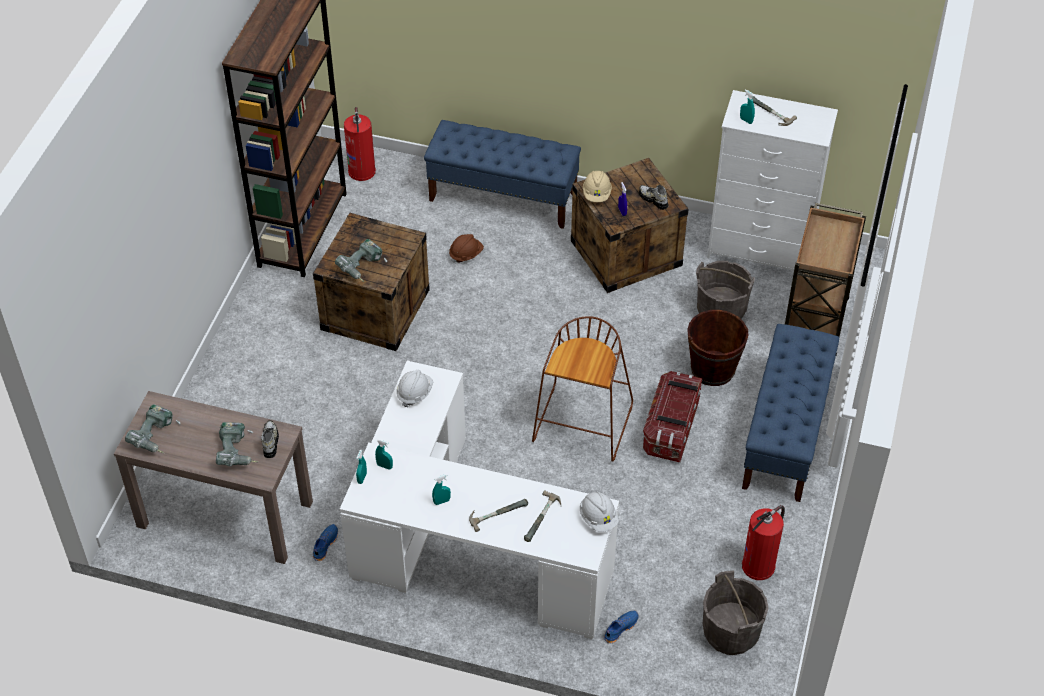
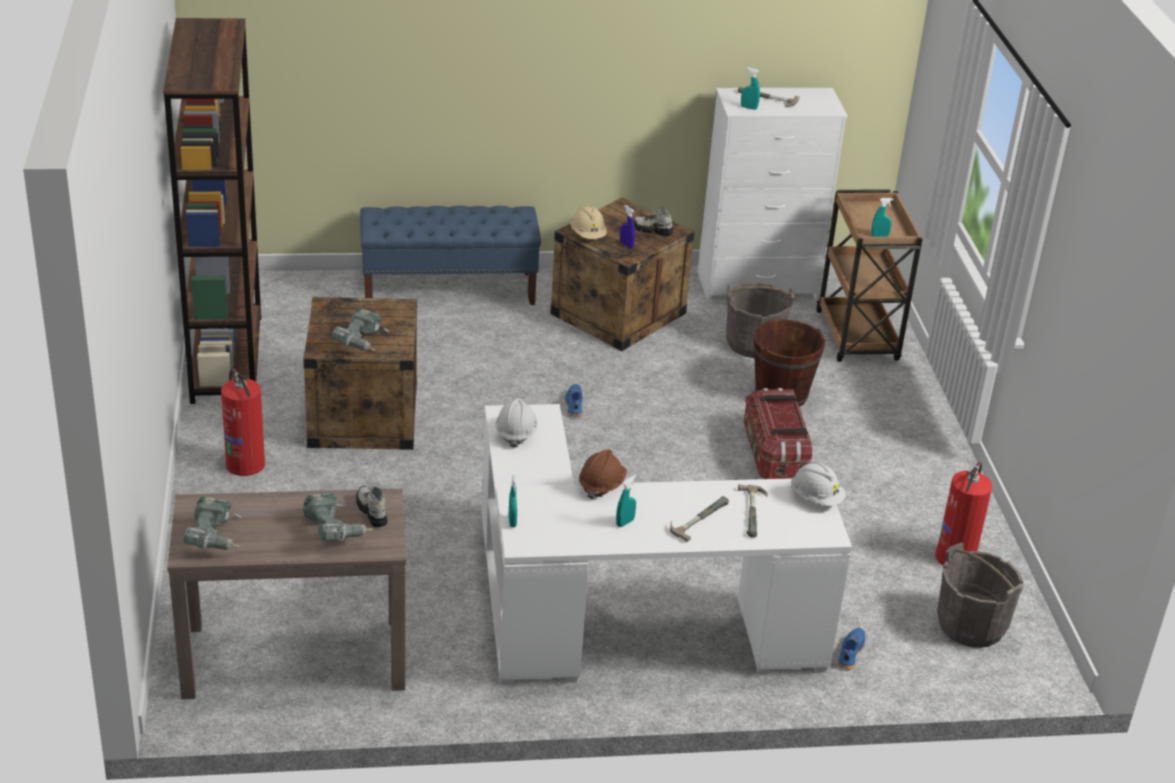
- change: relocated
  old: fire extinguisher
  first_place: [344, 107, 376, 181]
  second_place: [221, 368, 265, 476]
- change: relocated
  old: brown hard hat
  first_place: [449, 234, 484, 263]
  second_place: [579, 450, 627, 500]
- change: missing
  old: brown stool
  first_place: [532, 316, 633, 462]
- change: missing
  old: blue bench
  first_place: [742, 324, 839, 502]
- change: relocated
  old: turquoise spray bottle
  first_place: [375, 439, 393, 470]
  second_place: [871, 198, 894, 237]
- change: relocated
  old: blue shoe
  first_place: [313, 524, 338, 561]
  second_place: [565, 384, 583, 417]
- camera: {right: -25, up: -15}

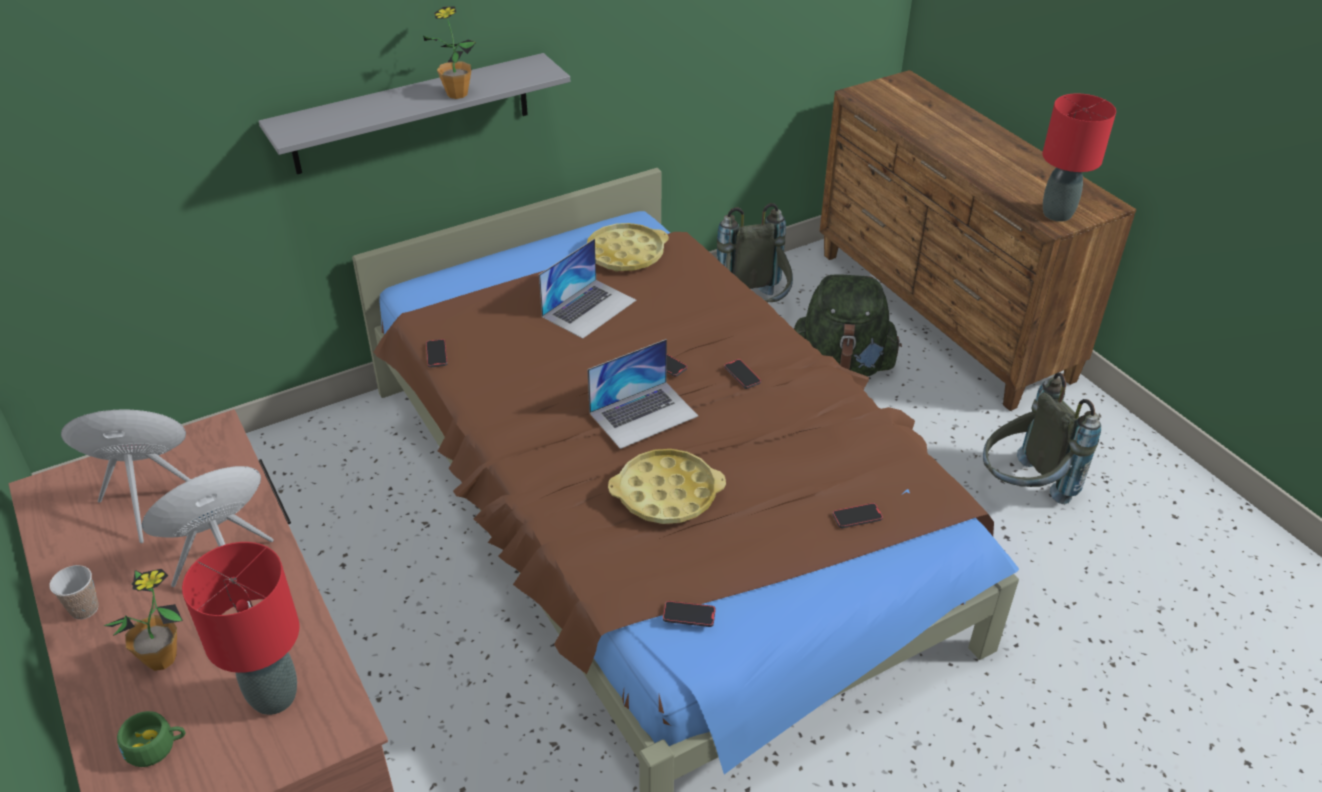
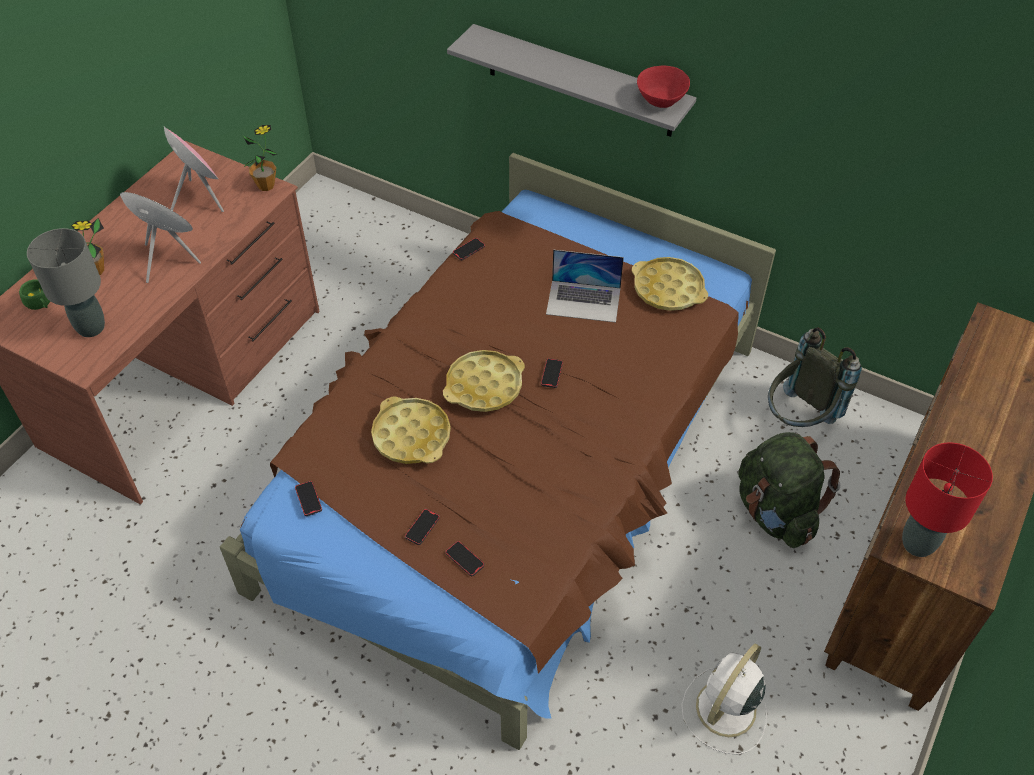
- change: relocated
  old: potted plant
  first_place: [423, 6, 476, 99]
  second_place: [243, 125, 277, 191]
- change: exchanged
  old: laptop
  new: yellow tray
  first_place: [587, 339, 698, 449]
  second_place: [443, 350, 525, 412]
- change: relocated
  old: phone
  first_place: [724, 359, 761, 389]
  second_place: [405, 509, 440, 545]
- change: exchanged
  old: grey backpack
  new: white fan
  first_place: [983, 372, 1101, 504]
  second_place: [681, 644, 767, 754]
- change: colour
  old: red table lamp
  new: grey table lamp
  first_place: [182, 542, 300, 715]
  second_place: [27, 228, 105, 337]
- change: missing
  old: cup
  first_place: [49, 565, 98, 619]
- change: appeared
  new: red bowl
  second_place: [637, 66, 690, 108]
- camera: {right: 60, up: 10}

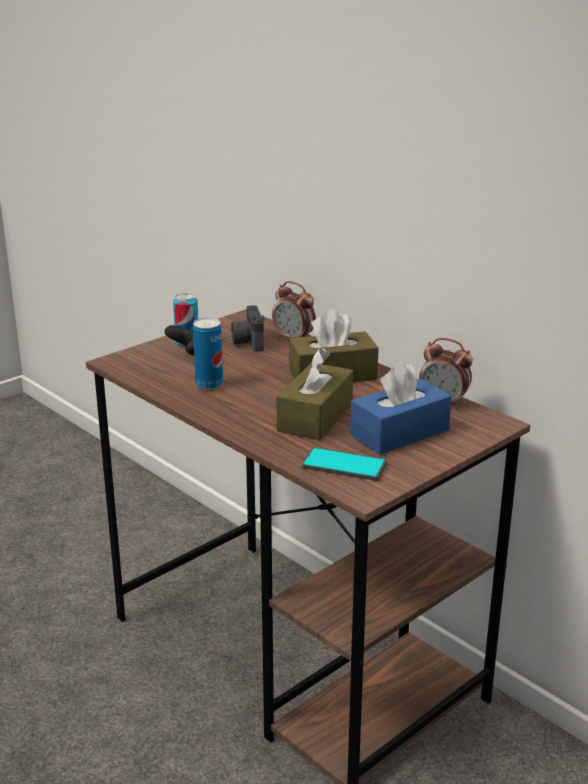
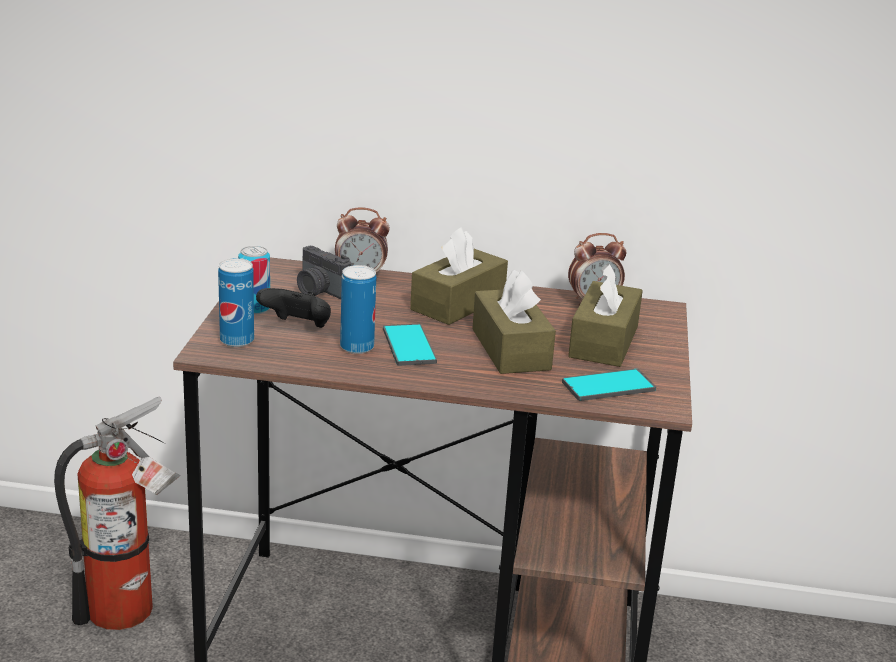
- change: colour
  old: blue tissue box
  new: brown tissue box
  first_place: [350, 361, 452, 454]
  second_place: [568, 263, 643, 367]
- change: appeared
  new: can
  second_place: [218, 258, 254, 347]
- change: appeared
  new: phone
  second_place: [383, 324, 437, 366]
- change: appeared
  new: fire extinguisher
  second_place: [54, 397, 180, 630]
- camera: {right: -40, up: 0}

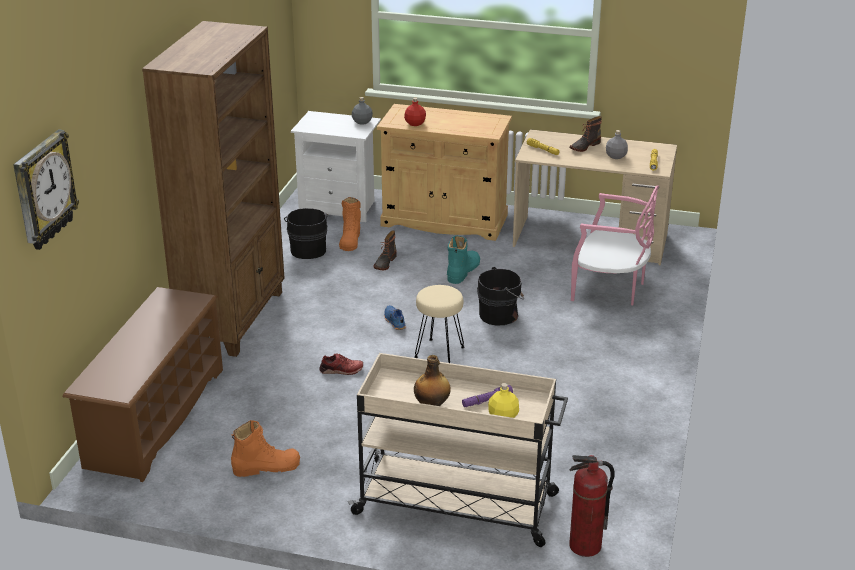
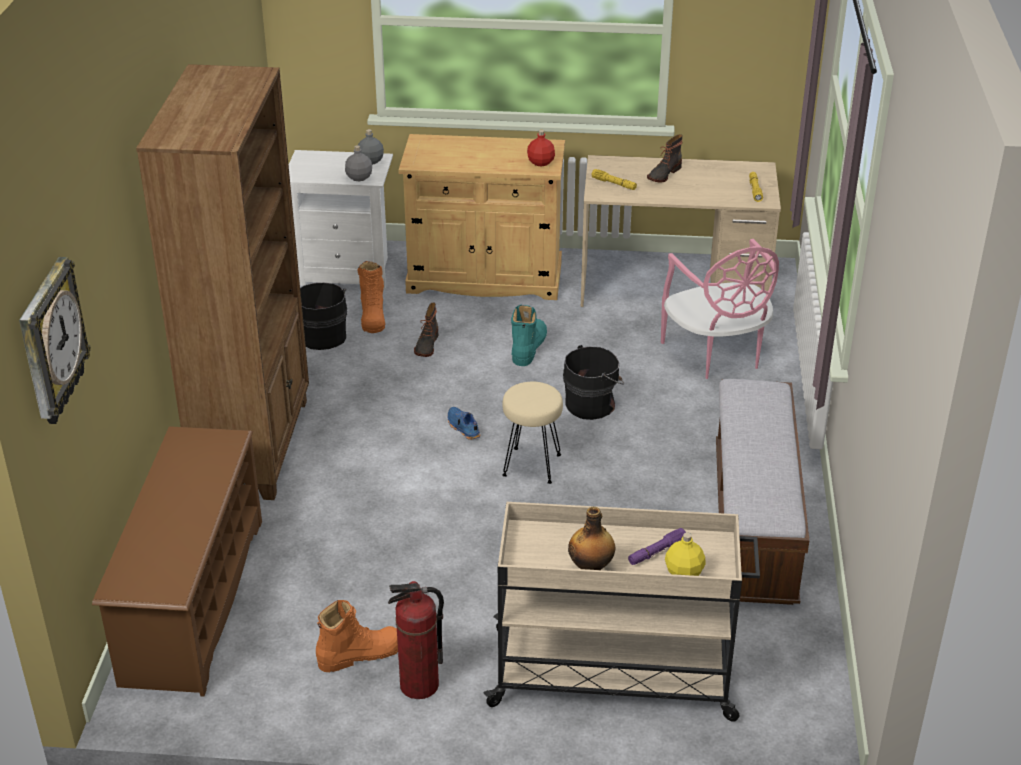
- change: relocated
  old: red bottle
  first_place: [404, 98, 426, 126]
  second_place: [527, 130, 555, 167]
- change: relocated
  old: grey bottle
  first_place: [606, 130, 628, 159]
  second_place: [345, 145, 372, 181]
- change: spun
  old: pink chair
  first_place: [571, 185, 659, 305]
  second_place: [661, 239, 779, 379]
  degrees: 60
- change: missing
  old: red shoe
  first_place: [319, 354, 363, 375]
- change: relocated
  old: fire extinguisher
  first_place: [569, 455, 615, 557]
  second_place: [388, 581, 444, 699]
- change: appeared
  new: bench
  second_place: [716, 379, 809, 605]
- camera: {right: -10, up: 5}

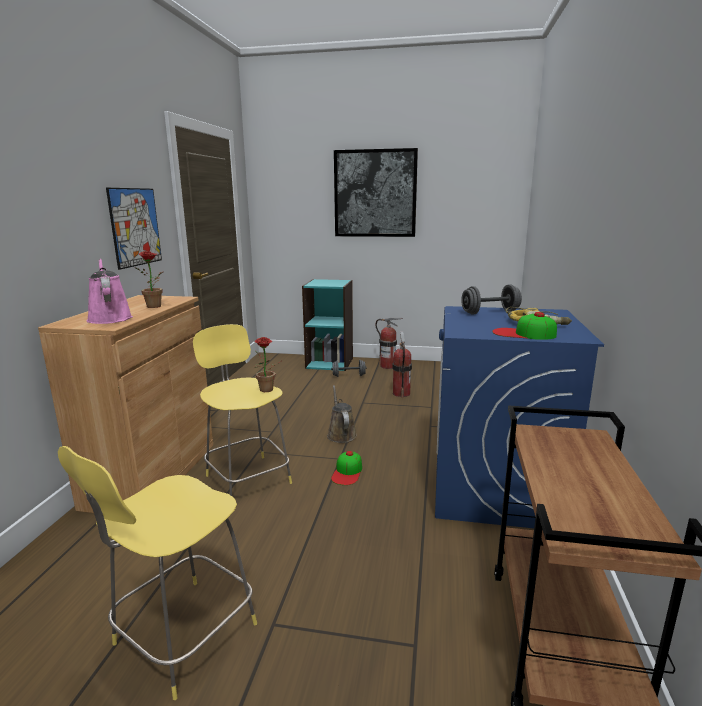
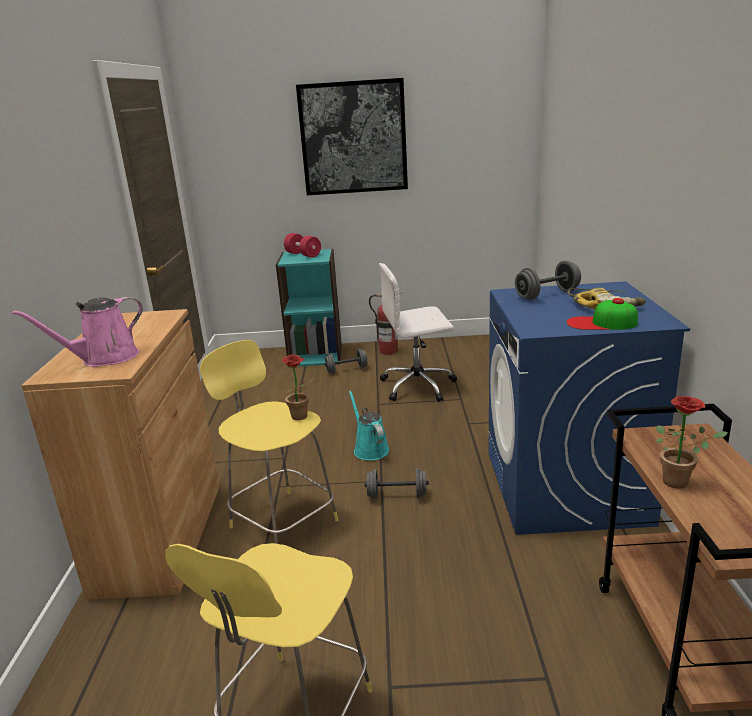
- change: missing
  old: picture
  first_place: [106, 188, 162, 270]
- change: relocated
  old: potted plant
  first_place: [135, 251, 163, 308]
  second_place: [656, 396, 728, 489]
- change: spun
  old: pink watering can
  first_place: [87, 259, 133, 324]
  second_place: [11, 297, 143, 367]
  degrees: -90
- change: exchanged
  old: fire extinguisher
  new: white office chair
  first_place: [392, 331, 412, 398]
  second_place: [379, 263, 457, 402]
- change: colour
  old: brown watering can
  new: turquoise watering can
  first_place: [327, 385, 357, 443]
  second_place: [349, 390, 389, 460]
- change: exchanged
  old: cap
  new: grey dumbbell
  first_place: [331, 451, 362, 485]
  second_place: [364, 468, 429, 500]
- change: appeared
  new: red dumbbell
  second_place: [284, 233, 321, 257]
- camera: {right: -10, up: 5}

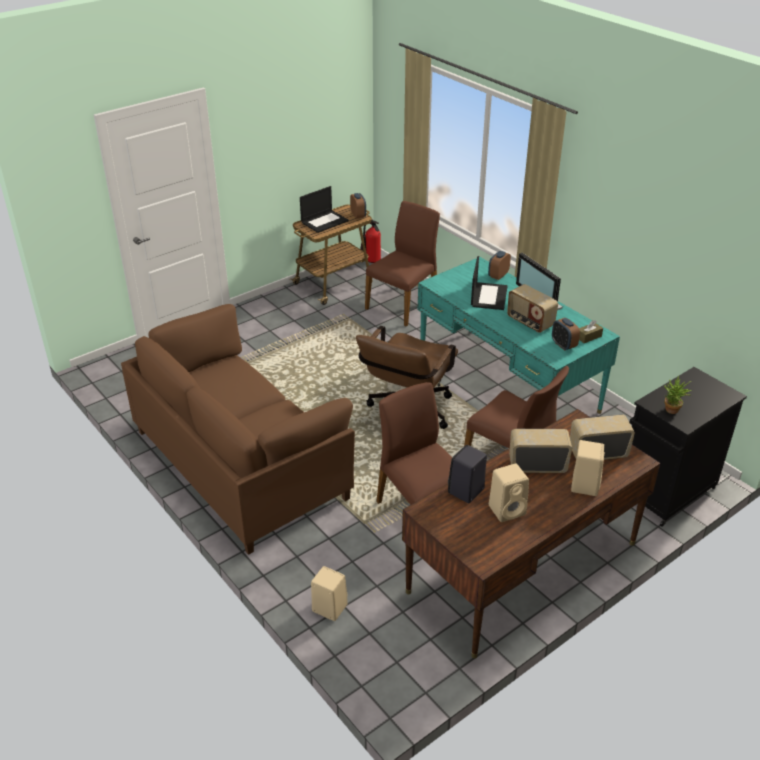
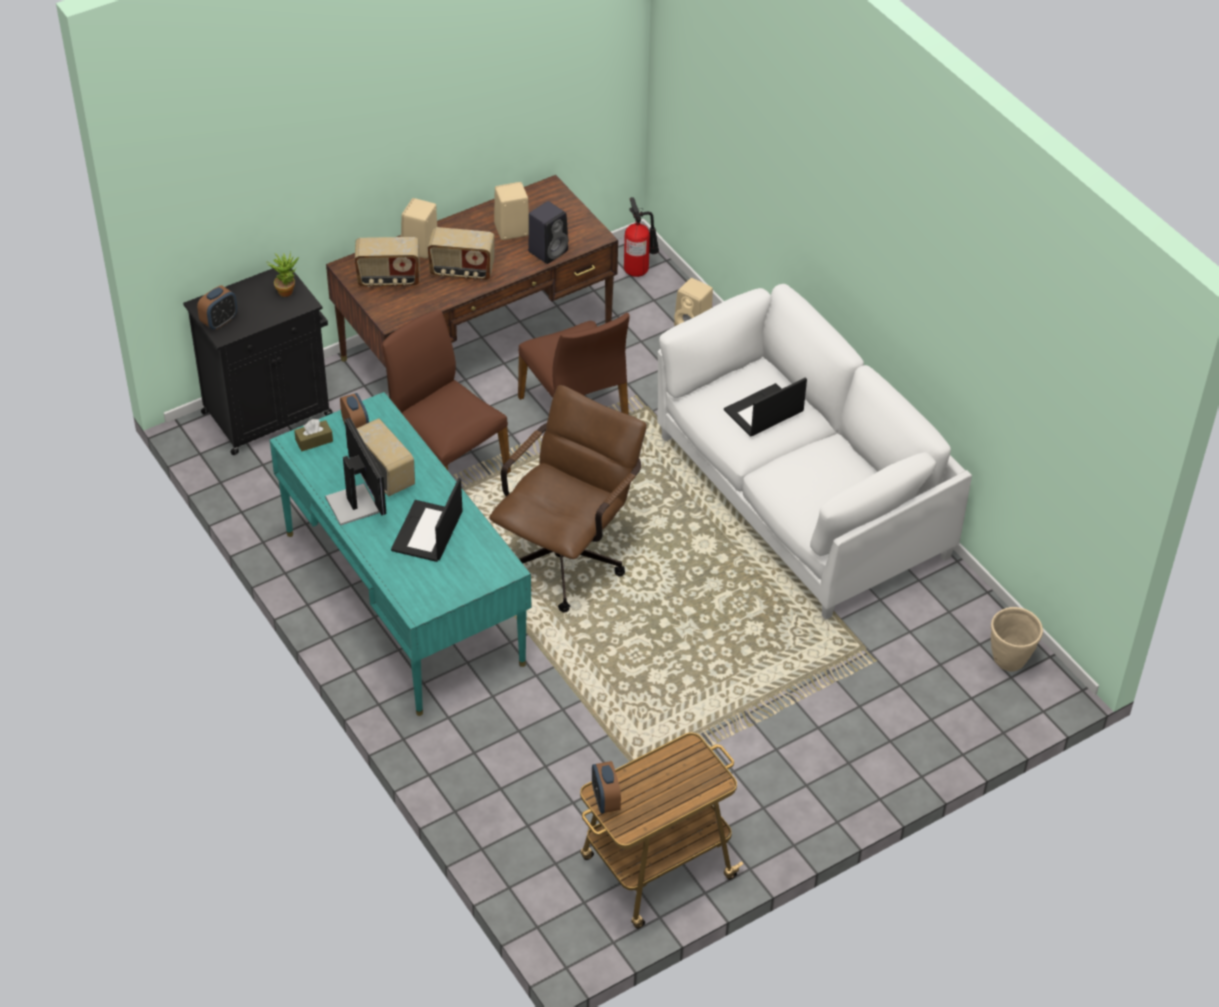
- change: relocated
  old: laptop
  first_place: [300, 186, 349, 233]
  second_place: [724, 377, 807, 436]
- change: missing
  old: brown chair
  first_place: [365, 201, 440, 326]
- change: relocated
  old: fire extinguisher
  first_place: [360, 220, 381, 263]
  second_place: [624, 197, 659, 277]
- change: relocated
  old: alarm clock
  first_place: [488, 251, 511, 280]
  second_place: [197, 285, 237, 330]
- change: colour
  old: brown sofa
  new: white sofa
  first_place: [121, 304, 355, 555]
  second_place: [657, 284, 972, 620]
- change: appeared
  new: beige planter
  second_place: [991, 607, 1043, 671]
- camera: {right: -175, up: 10}

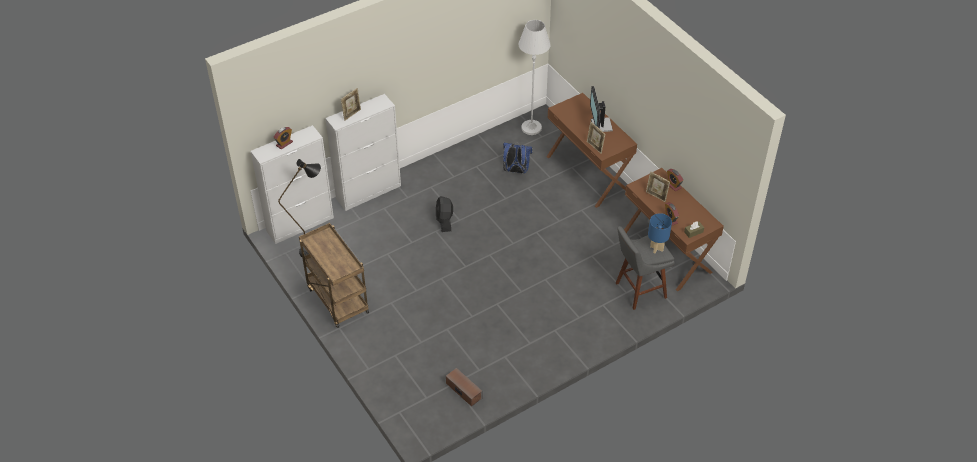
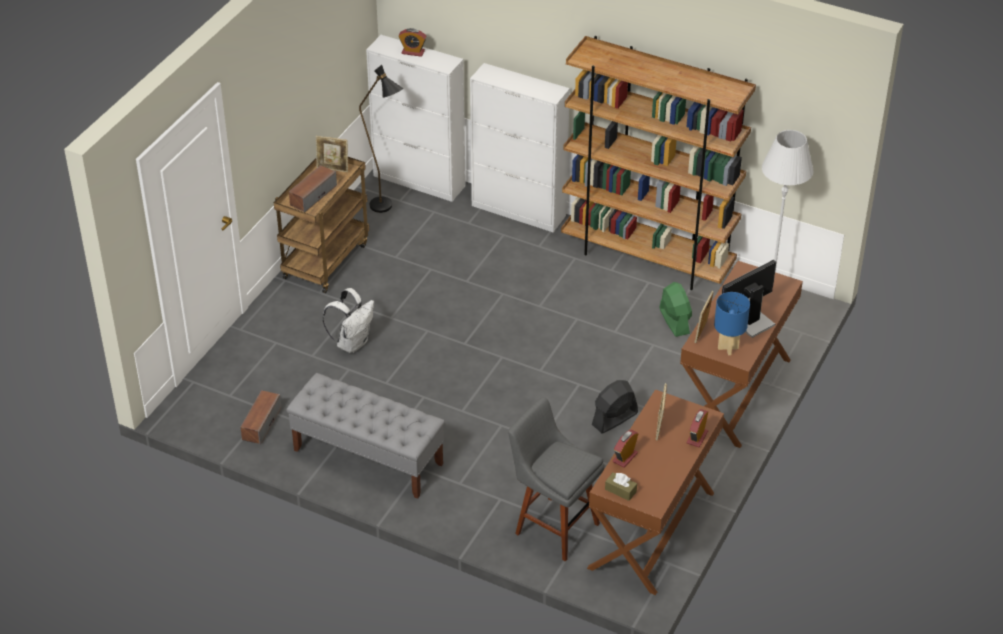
- change: relocated
  old: picture frame
  first_place: [341, 88, 361, 121]
  second_place: [316, 136, 348, 172]
- change: exchanged
  old: blue backpack
  new: green fan
  first_place: [503, 143, 532, 173]
  second_place: [659, 282, 692, 337]
- change: relocated
  old: black fan
  first_place: [436, 196, 453, 232]
  second_place: [592, 380, 638, 434]
- change: relocated
  old: blue table lamp
  first_place: [648, 213, 672, 253]
  second_place: [714, 292, 750, 355]
- change: appeared
  new: brown bookcase
  second_place: [561, 36, 756, 290]
- change: appeared
  new: speaker
  second_place: [289, 165, 337, 212]
- change: appeared
  new: white backpack
  second_place: [322, 288, 374, 353]
- change: appeared
  new: grey bench
  second_place: [286, 373, 445, 499]
- camera: {right: 60, up: -5}

